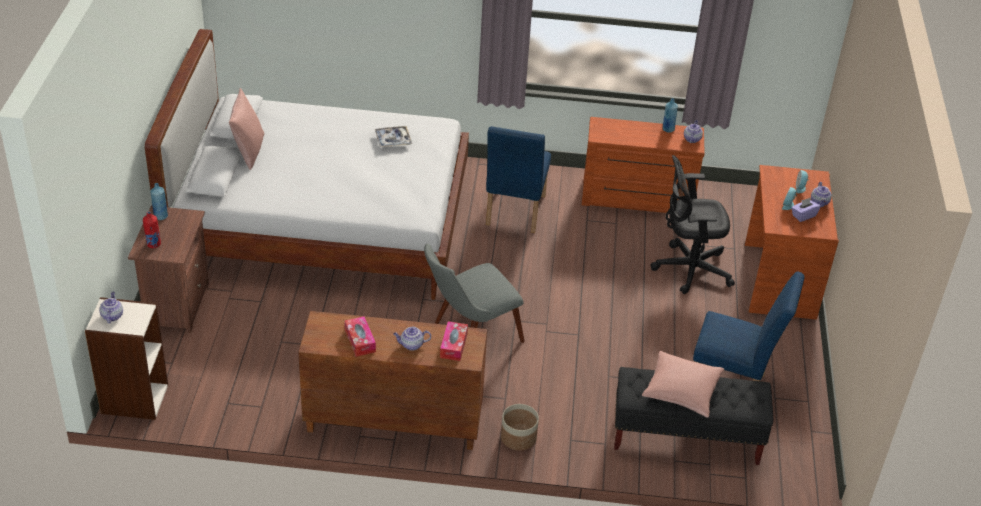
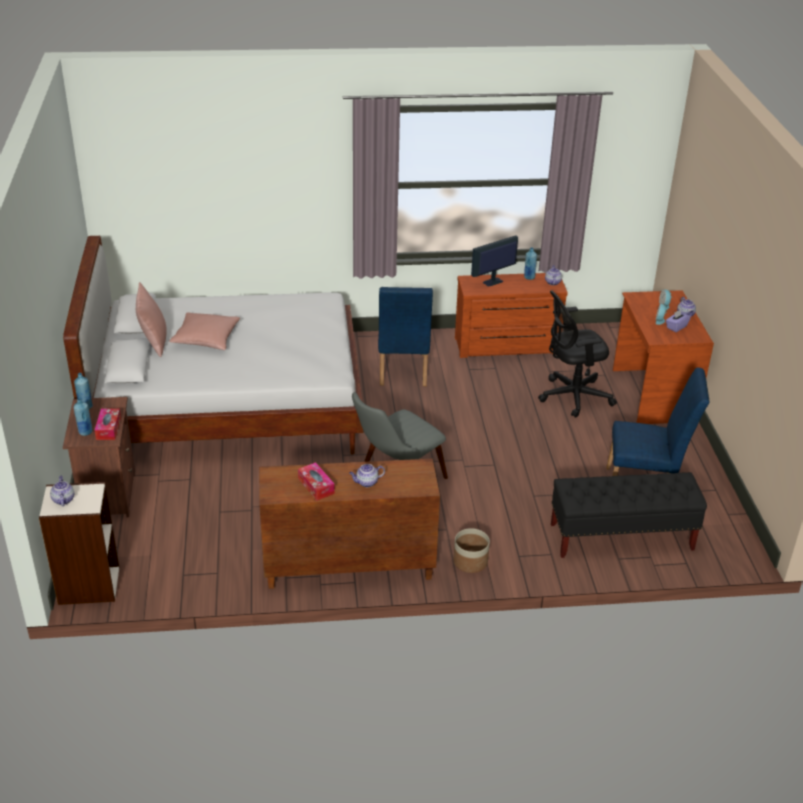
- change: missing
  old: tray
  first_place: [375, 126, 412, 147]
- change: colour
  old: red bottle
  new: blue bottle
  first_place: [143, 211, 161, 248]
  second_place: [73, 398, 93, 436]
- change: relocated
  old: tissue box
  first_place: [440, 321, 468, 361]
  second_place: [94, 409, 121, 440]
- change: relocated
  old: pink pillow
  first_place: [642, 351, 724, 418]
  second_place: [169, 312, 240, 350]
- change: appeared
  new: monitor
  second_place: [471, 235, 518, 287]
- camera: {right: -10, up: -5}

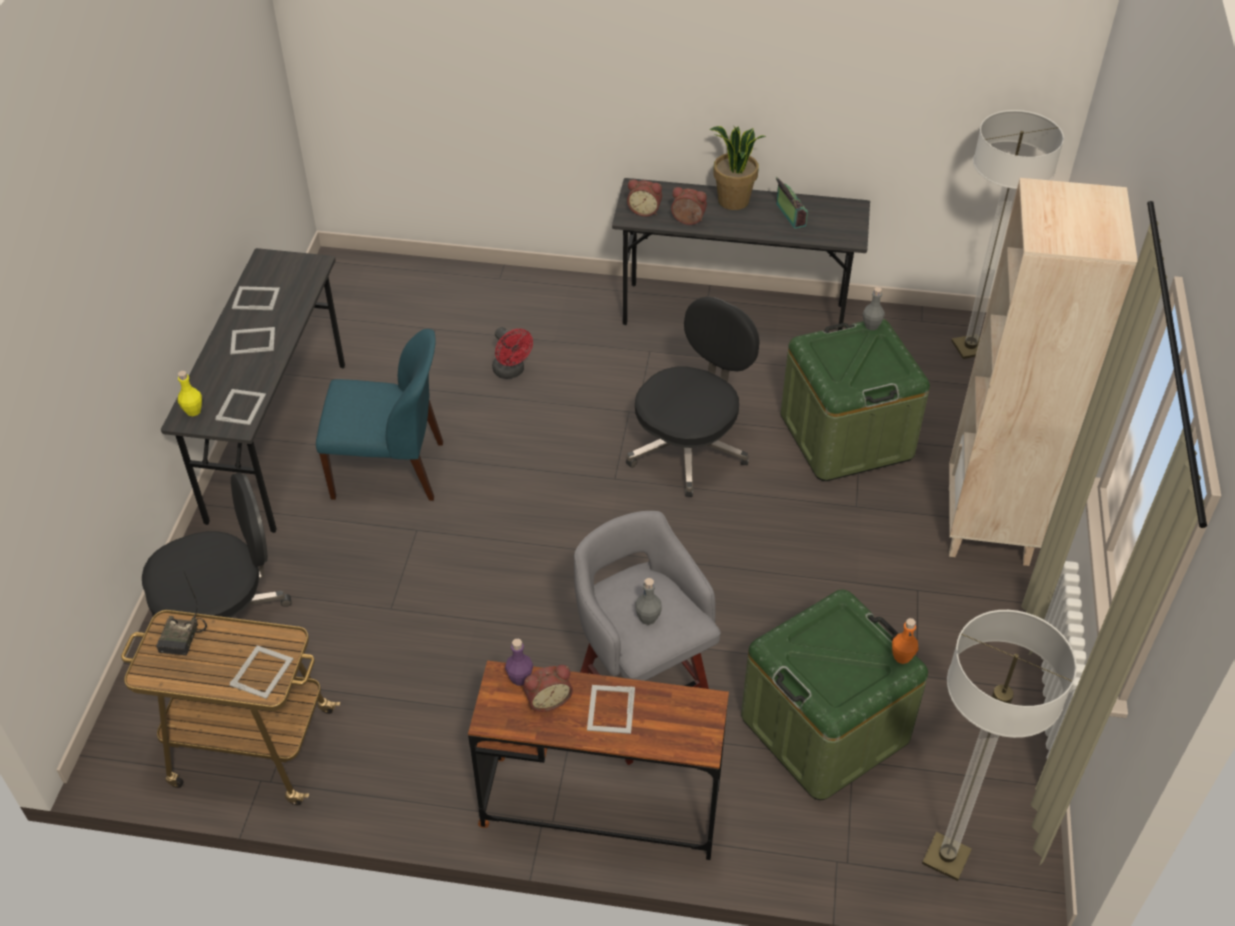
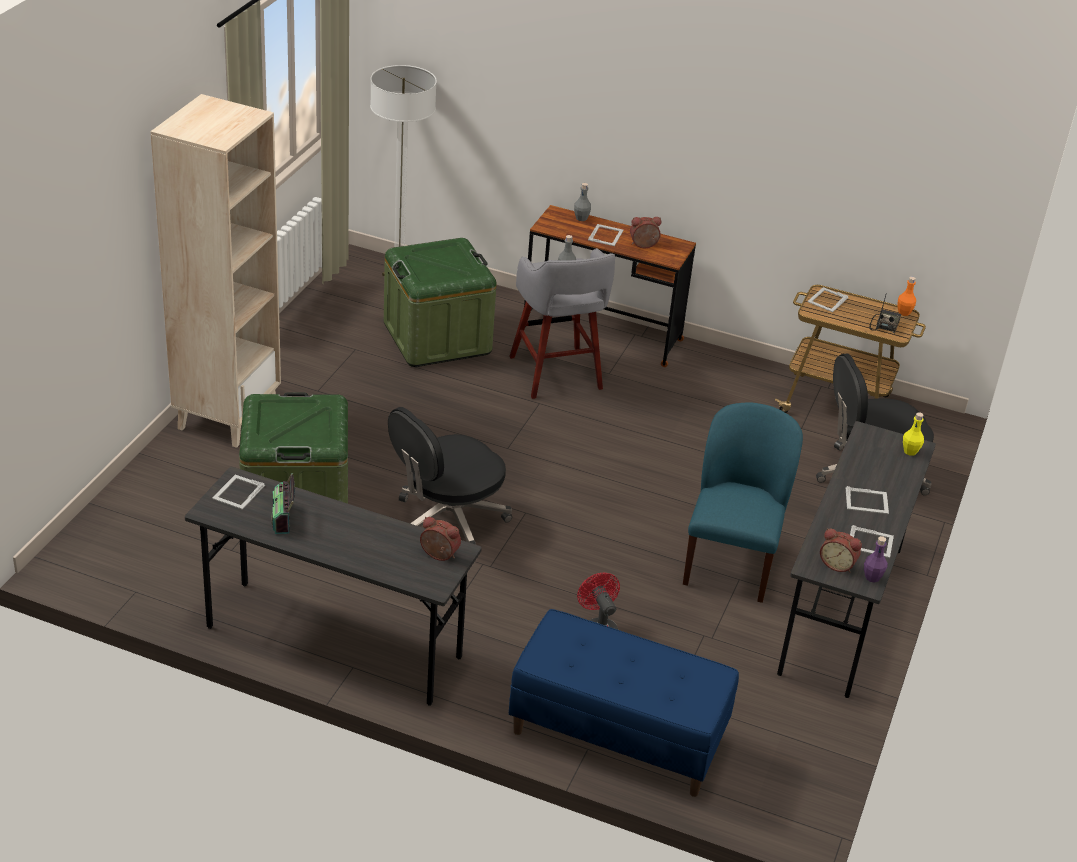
- change: missing
  old: floor lamp
  first_place: [952, 110, 1064, 359]
- change: missing
  old: potted plant
  first_place: [709, 126, 766, 210]
- change: relocated
  old: alarm clock
  first_place: [671, 187, 707, 225]
  second_place: [820, 528, 862, 573]
- change: relocated
  old: grey bottle
  first_place: [863, 287, 885, 330]
  second_place: [574, 183, 591, 221]
- change: spun
  old: blue chair
  first_place: [316, 329, 443, 501]
  second_place: [683, 402, 803, 603]
  degrees: 90
- change: relocated
  old: picture frame
  first_place: [215, 389, 266, 425]
  second_place: [212, 475, 265, 510]
- change: relocated
  old: orange bottle
  first_place: [892, 618, 918, 664]
  second_place: [898, 277, 916, 316]
- change: relocated
  old: purple bottle
  first_place: [505, 639, 533, 686]
  second_place: [864, 536, 888, 582]
- change: appeared
  new: blue bench
  second_place: [509, 609, 739, 797]
- camera: {right: -170, up: -10}

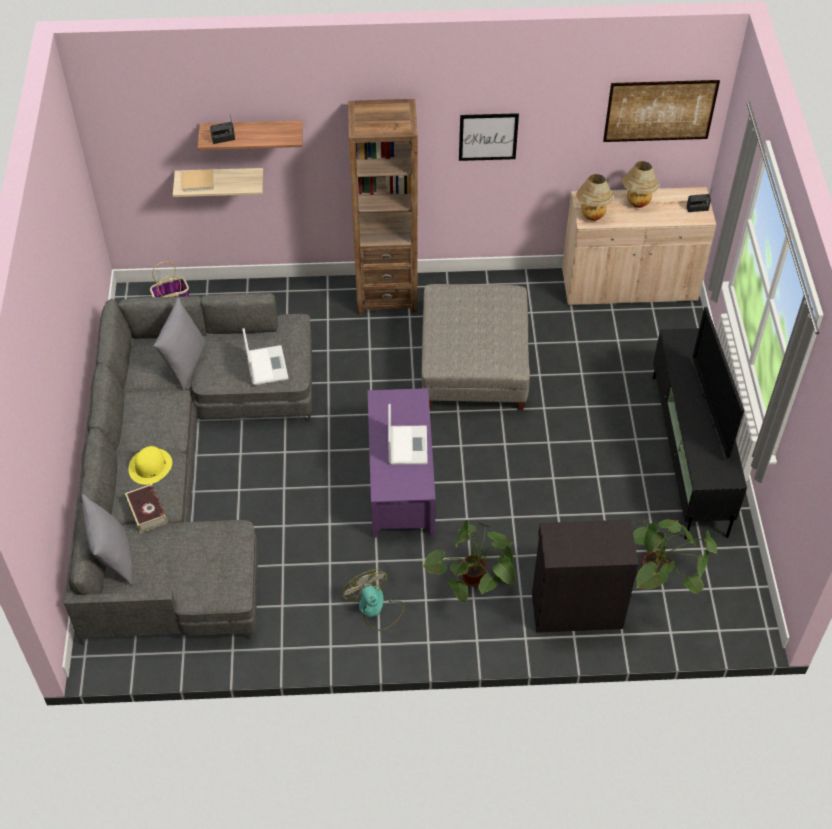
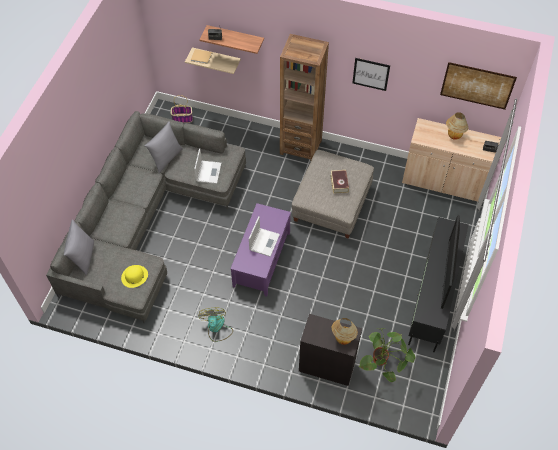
- change: relocated
  old: table lamp
  first_place: [576, 174, 613, 221]
  second_place: [332, 318, 358, 345]
- change: relocated
  old: yellow hat
  first_place: [128, 446, 172, 485]
  second_place: [121, 265, 148, 288]
- change: relocated
  old: book
  first_place: [125, 484, 168, 533]
  second_place: [330, 170, 349, 194]
- change: missing
  old: potted plant
  first_place: [422, 520, 516, 603]
- camera: {right: 20, up: 5}

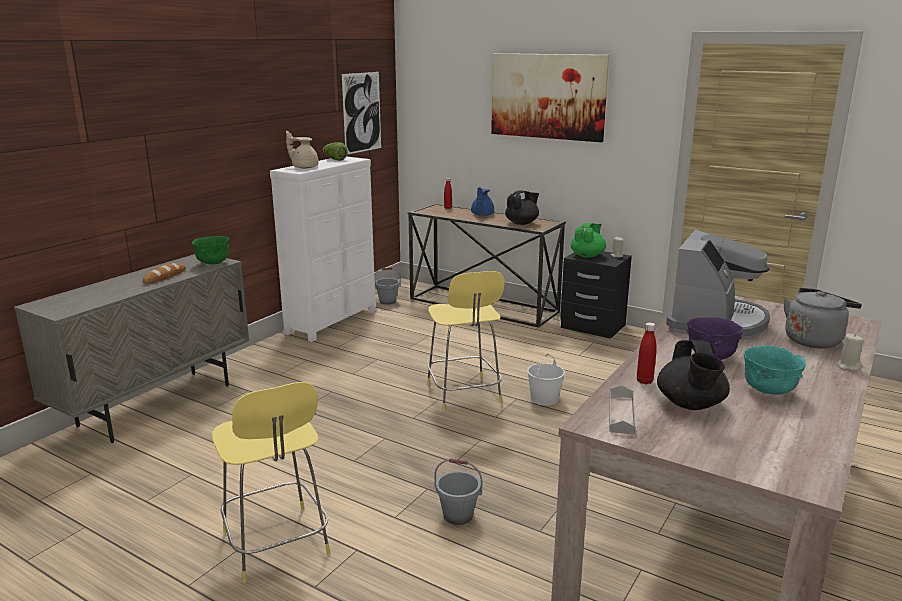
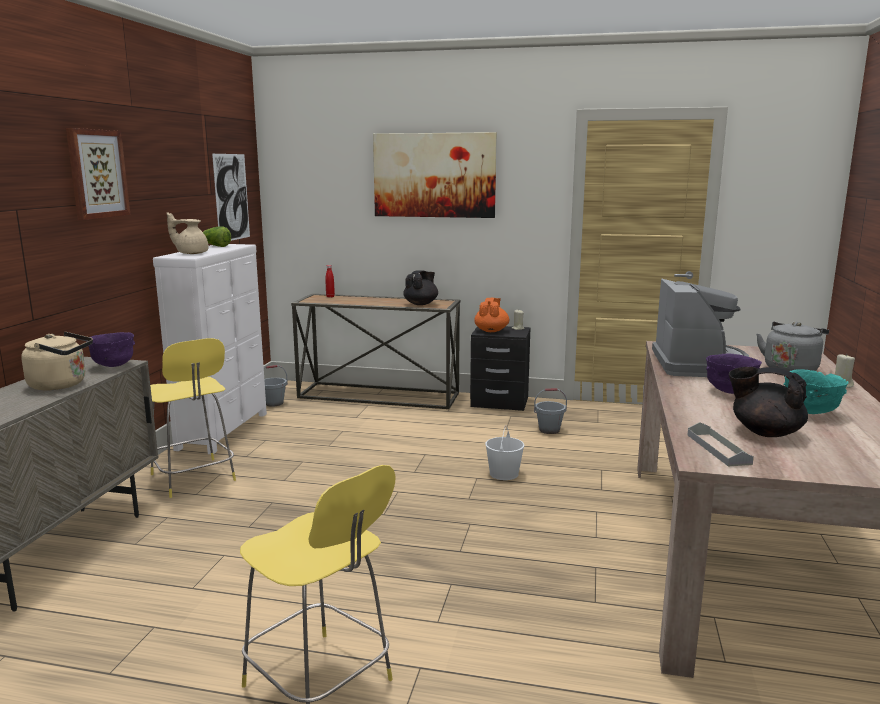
- change: missing
  old: blue teapot
  first_place: [471, 187, 494, 216]
- change: colour
  old: green teapot
  new: orange teapot
  first_place: [571, 223, 606, 258]
  second_place: [474, 298, 509, 332]
- change: colour
  old: green bowl
  new: purple bowl
  first_place: [192, 236, 230, 264]
  second_place: [86, 332, 135, 367]
- change: exchanged
  old: bread
  new: beige kettle
  first_place: [142, 263, 186, 284]
  second_place: [21, 332, 93, 390]
- change: relocated
  old: yellow stool
  first_place: [427, 271, 505, 411]
  second_place: [150, 338, 236, 498]
- change: missing
  old: red bottle
  first_place: [637, 322, 657, 384]
- change: spun
  old: black teapot
  first_place: [657, 340, 730, 410]
  second_place: [729, 367, 808, 437]
  degrees: 135
- change: relocated
  old: grey bucket
  first_place: [434, 459, 483, 525]
  second_place: [534, 388, 567, 434]
- change: appeared
  new: picture
  second_place: [66, 128, 131, 220]
- camera: {right: -20, up: -5}

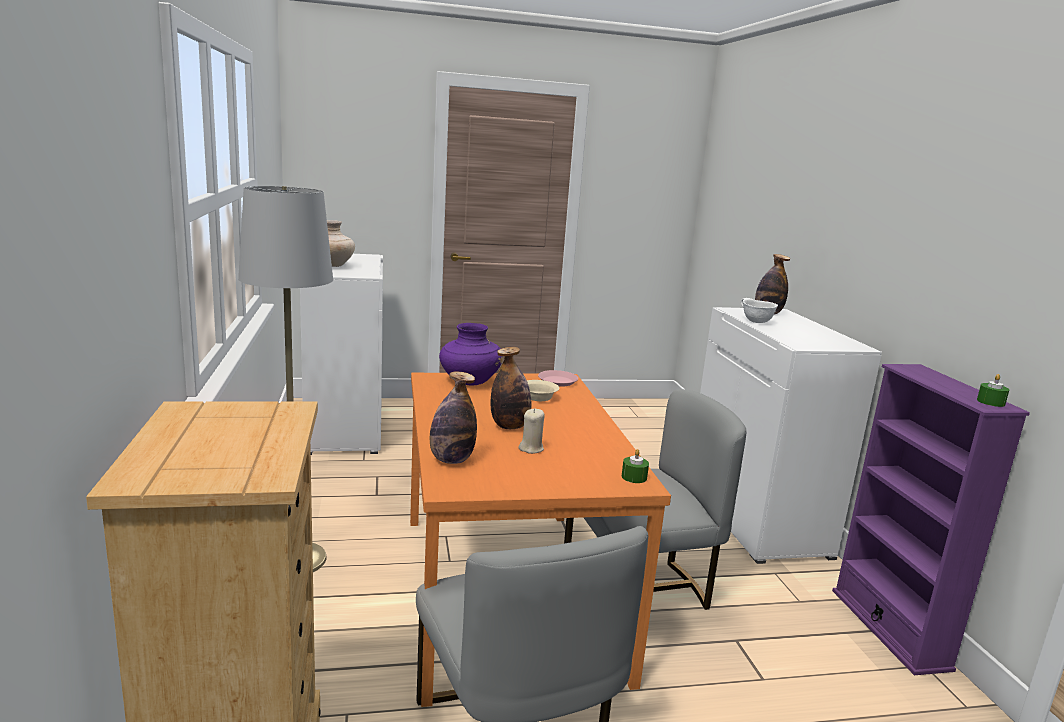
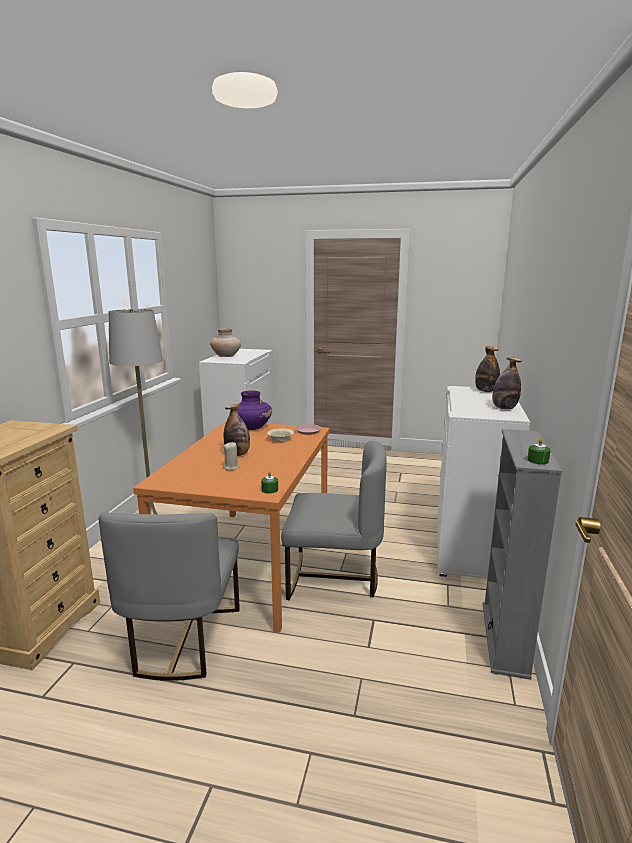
- change: missing
  old: white bowl
  first_place: [741, 298, 778, 323]
- change: colour
  old: purple bookcase
  new: grey bookcase
  first_place: [832, 364, 1030, 675]
  second_place: [483, 429, 562, 680]
- change: relocated
  old: bottle
  first_place: [430, 371, 477, 464]
  second_place: [492, 357, 522, 409]
- camera: {right: 25, up: 0}

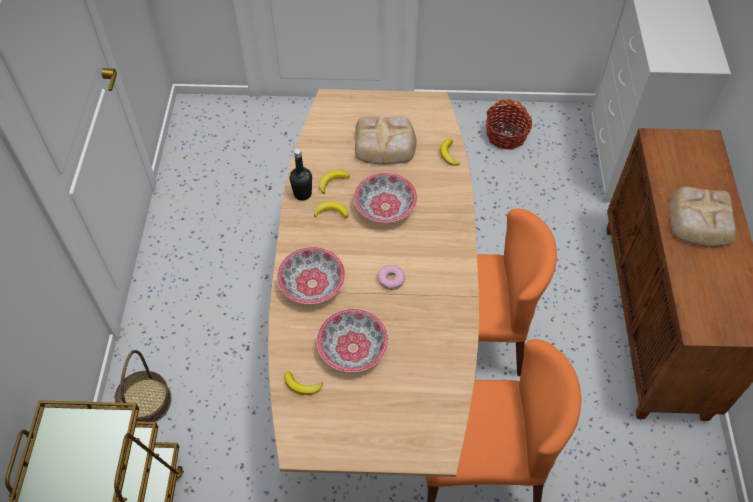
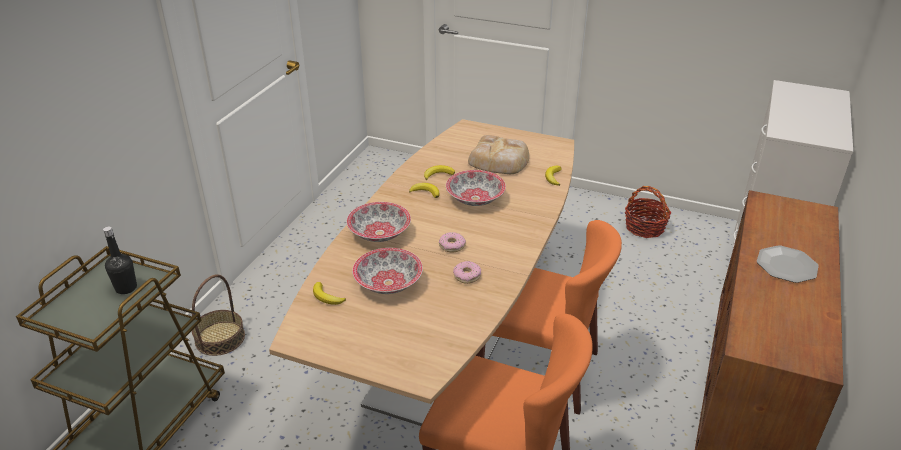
- change: relocated
  old: black bottle
  first_place: [290, 149, 312, 201]
  second_place: [103, 227, 137, 294]
- change: exchanged
  old: bread
  new: plate
  first_place: [669, 187, 736, 247]
  second_place: [757, 245, 819, 283]
- change: appeared
  new: donut
  second_place: [453, 261, 481, 284]
- camera: {right: 20, up: -20}

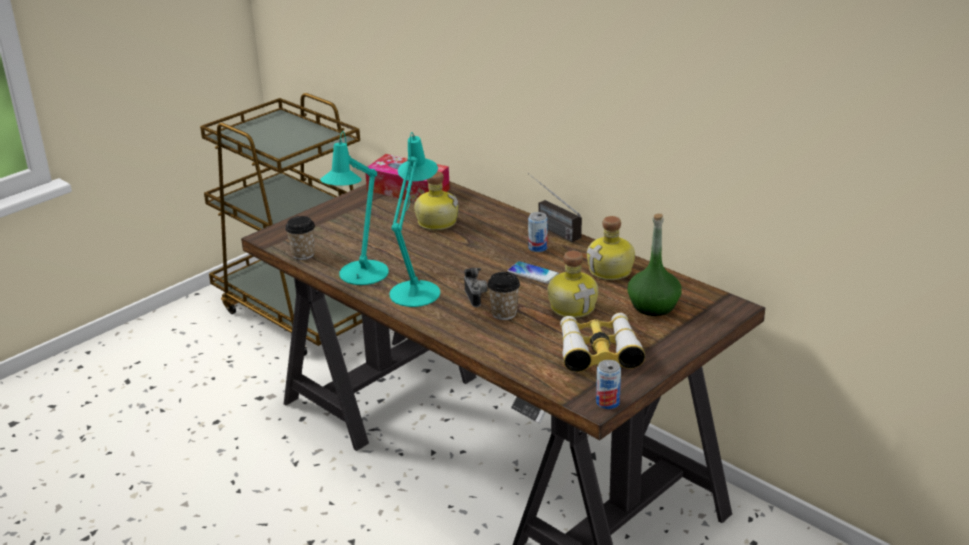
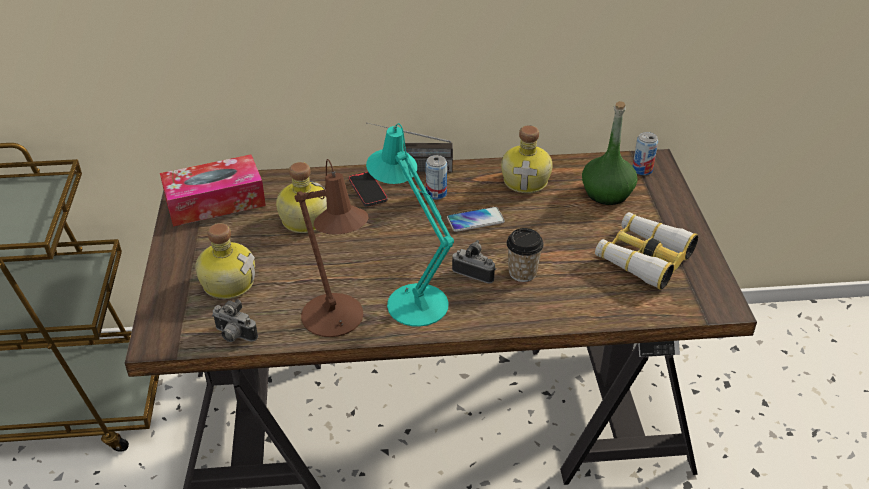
- change: colour
  old: turquoise table lamp
  new: brown table lamp
  first_place: [320, 131, 389, 285]
  second_place: [295, 159, 369, 337]
- change: exchanged
  old: cup
  new: photo camera
  first_place: [285, 216, 315, 260]
  second_place: [212, 299, 258, 342]
- change: relocated
  old: bottle
  first_place: [548, 251, 598, 318]
  second_place: [195, 223, 255, 299]
- change: relocated
  old: can
  first_place: [596, 360, 621, 409]
  second_place: [633, 132, 658, 175]
- change: appeared
  new: phone
  second_place: [349, 171, 388, 207]
- camera: {right: -50, up: 10}

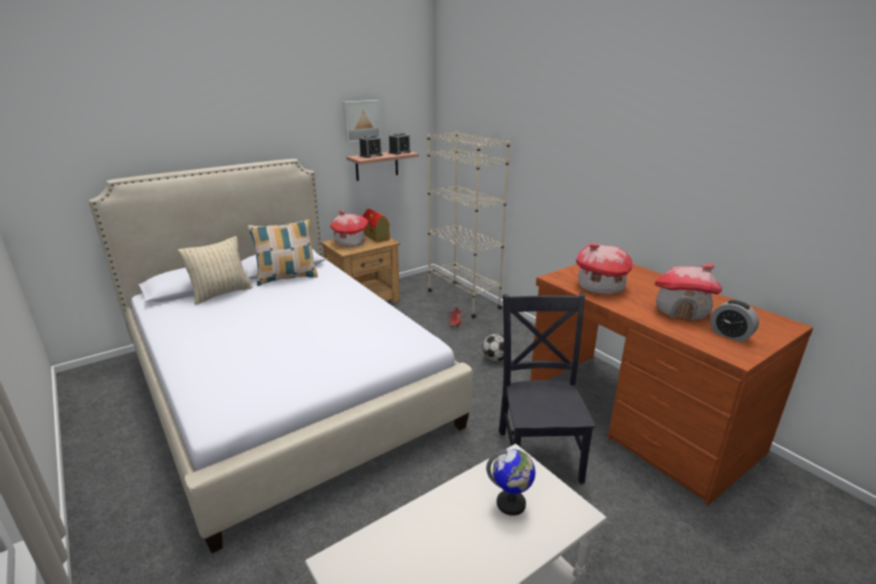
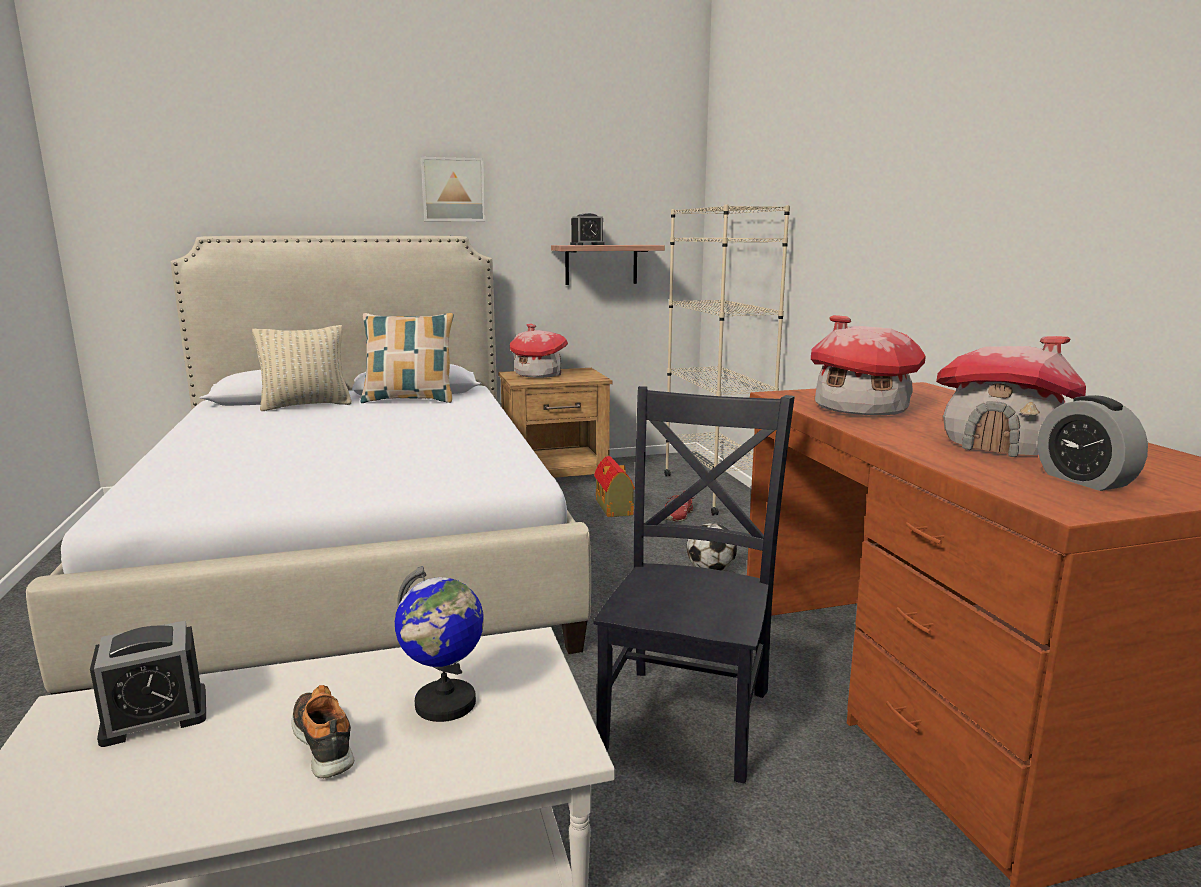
- change: relocated
  old: picture
  first_place: [343, 100, 381, 142]
  second_place: [421, 157, 486, 221]
- change: relocated
  old: alarm clock
  first_place: [389, 133, 411, 155]
  second_place: [90, 621, 206, 747]
- change: relocated
  old: toy house
  first_place: [363, 209, 390, 242]
  second_place: [594, 456, 635, 517]
- change: appeared
  new: shoe
  second_place: [291, 685, 354, 778]
- camera: {right: 20, up: -10}

